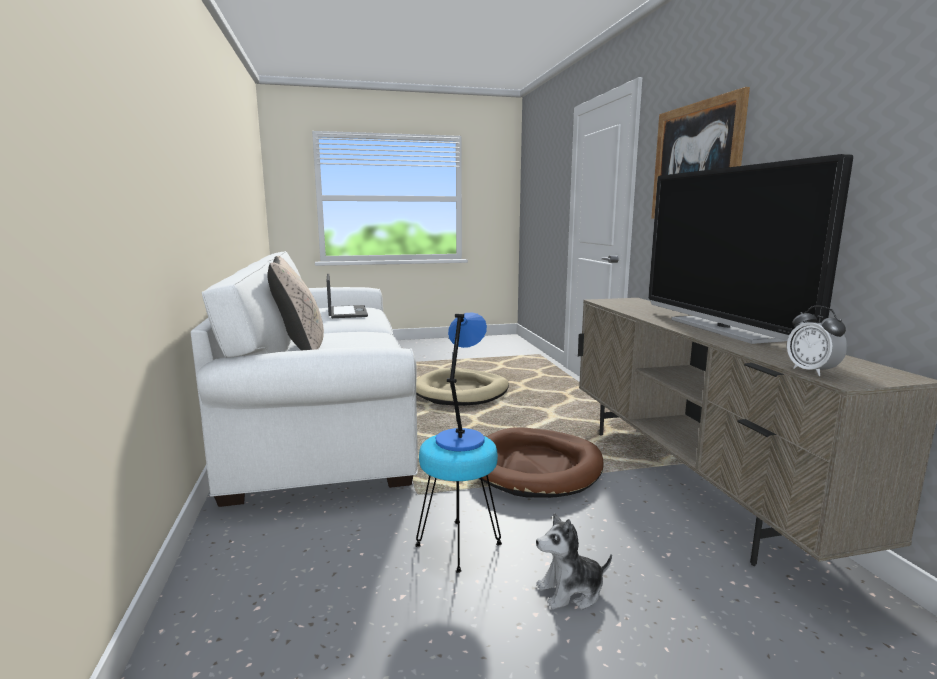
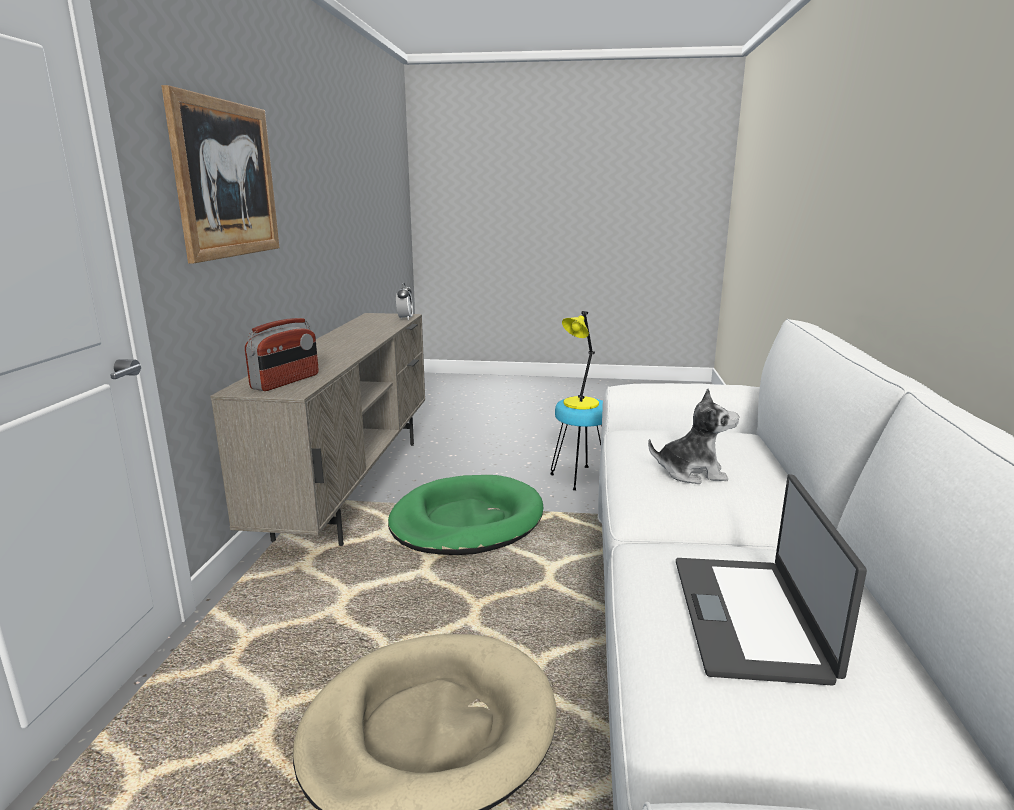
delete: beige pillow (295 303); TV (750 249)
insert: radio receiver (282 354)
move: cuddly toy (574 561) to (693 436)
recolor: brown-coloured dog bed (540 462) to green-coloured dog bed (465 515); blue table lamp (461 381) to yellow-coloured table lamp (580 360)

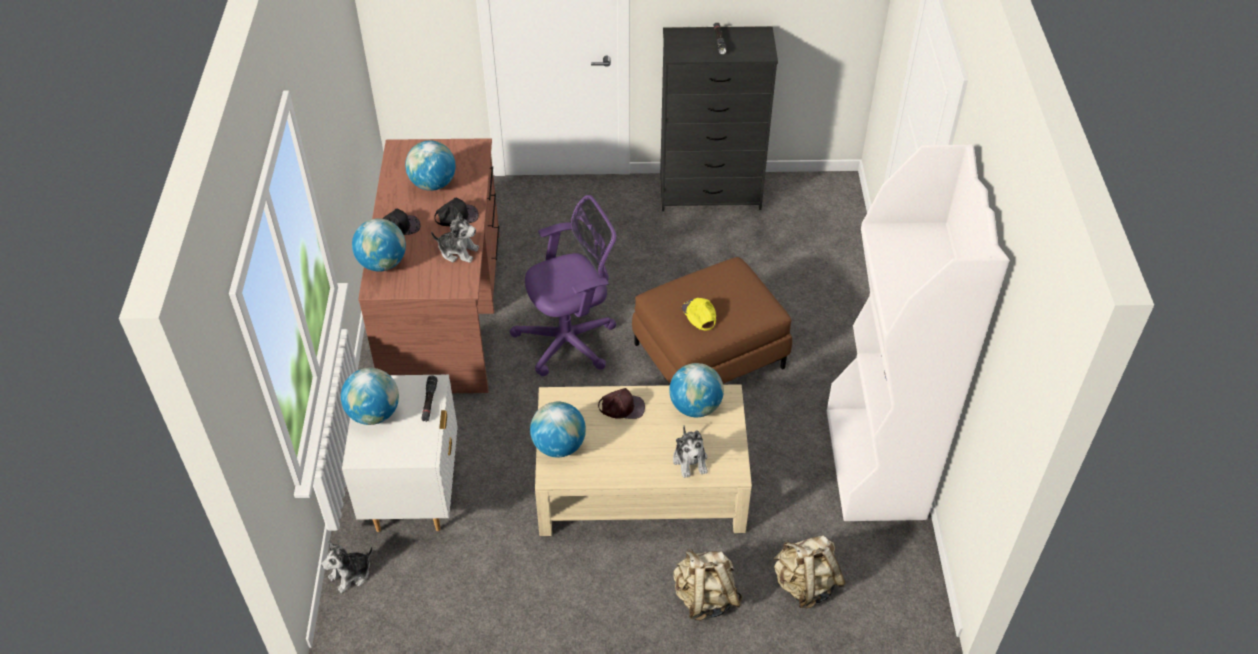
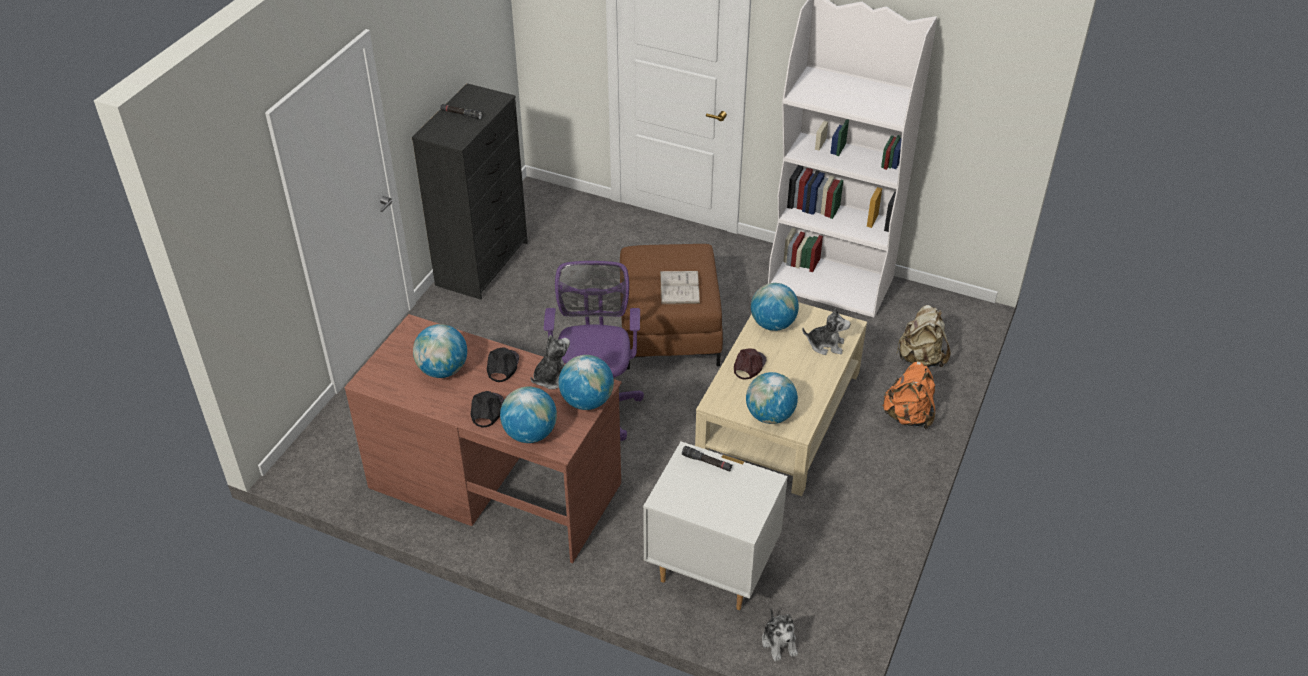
move: globe (370 396) to (586 382)
replace: yellow-coloured peaked cap (699 314) to whitish book (680 287)
recolor: beige backpack (707 585) to orange backpack (908 395)

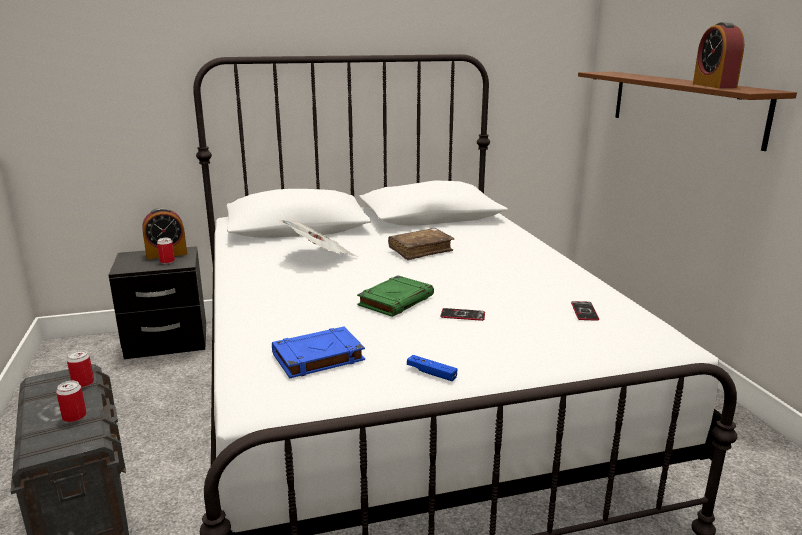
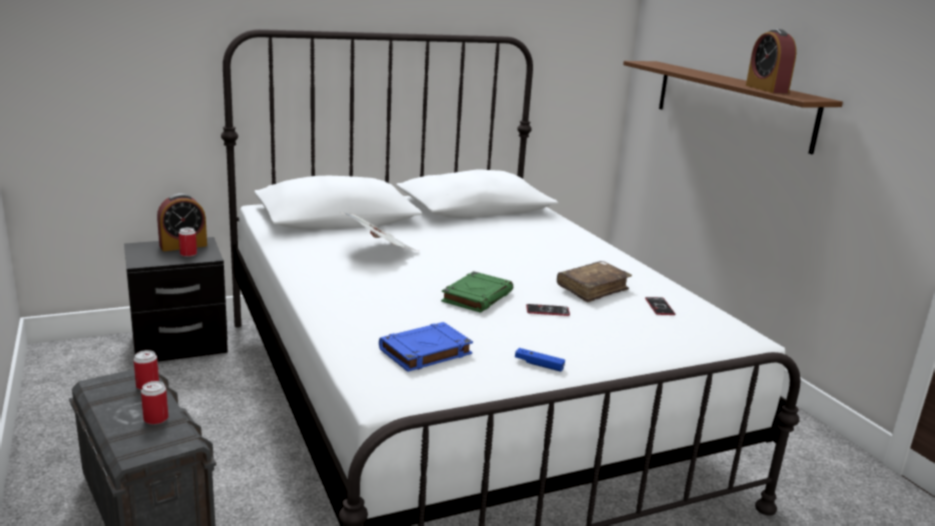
move: brown-coloured book (421 244) to (594 281)

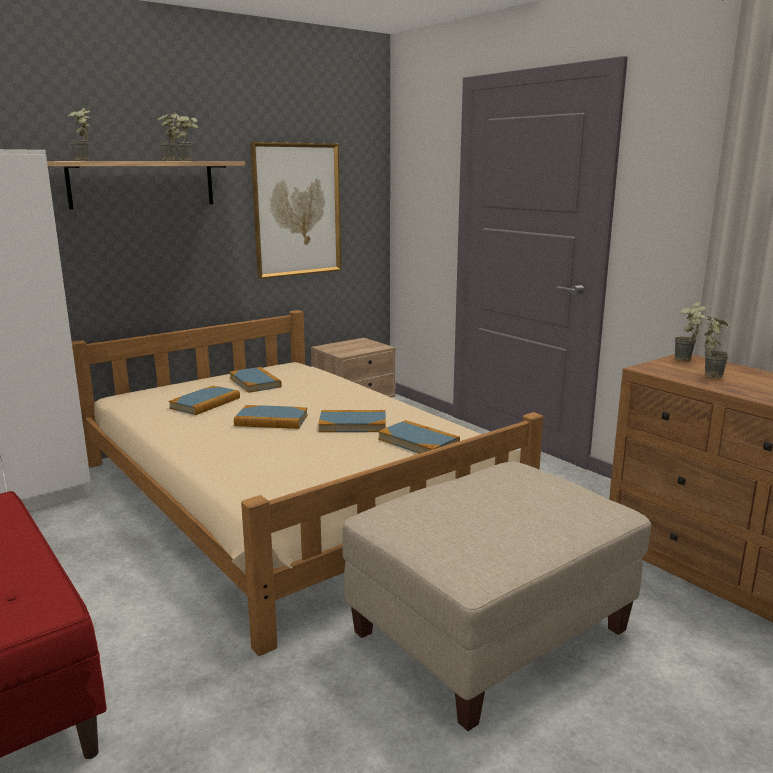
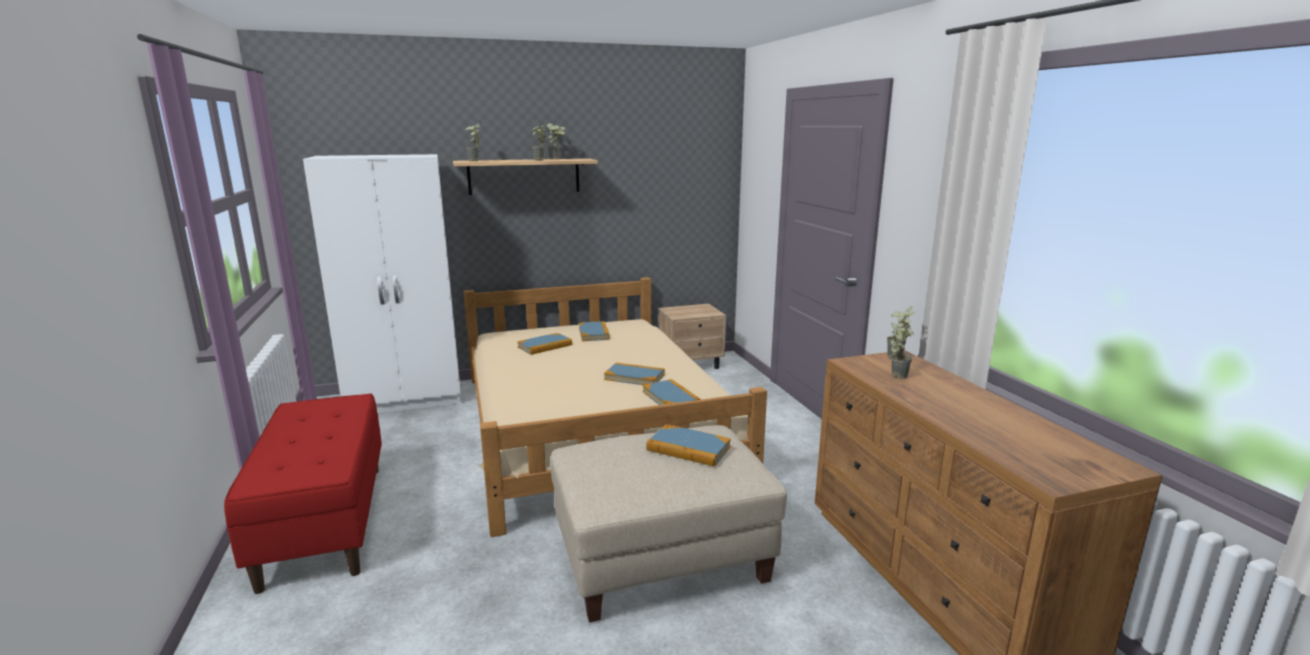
delete: wall art (295 210)
move: book (271 417) to (688 445)

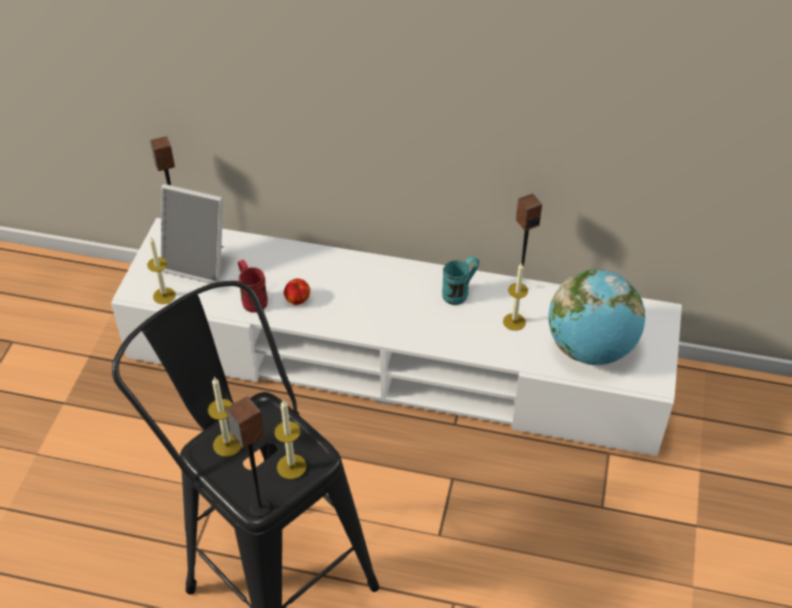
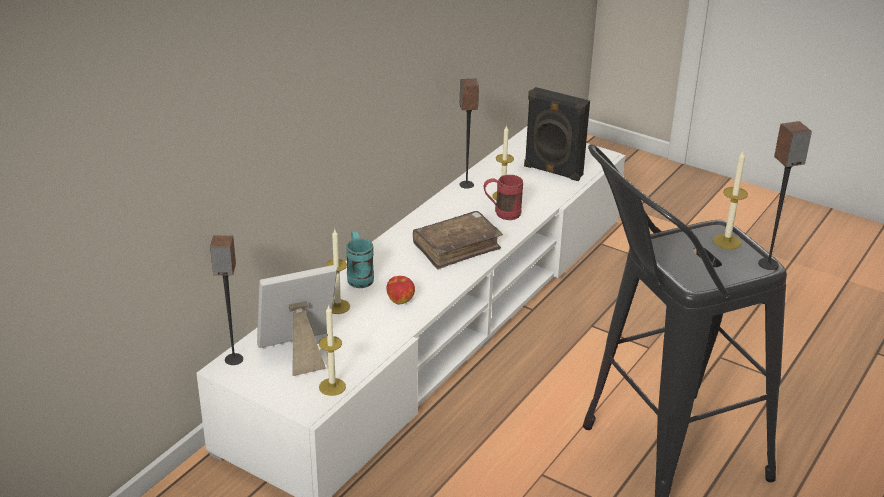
insert: brown-coloured book (458 240)
move: wax light (225 416) to (337 271); turquoise coffee mug (460 280) to (360 259); reddish coffee mug (253 286) to (503 197)
replace: globe (596 317) to blackish audio speaker (557 134)
rotate: picture frame (192 234) = (297 320) 150 degrees counterclockwise

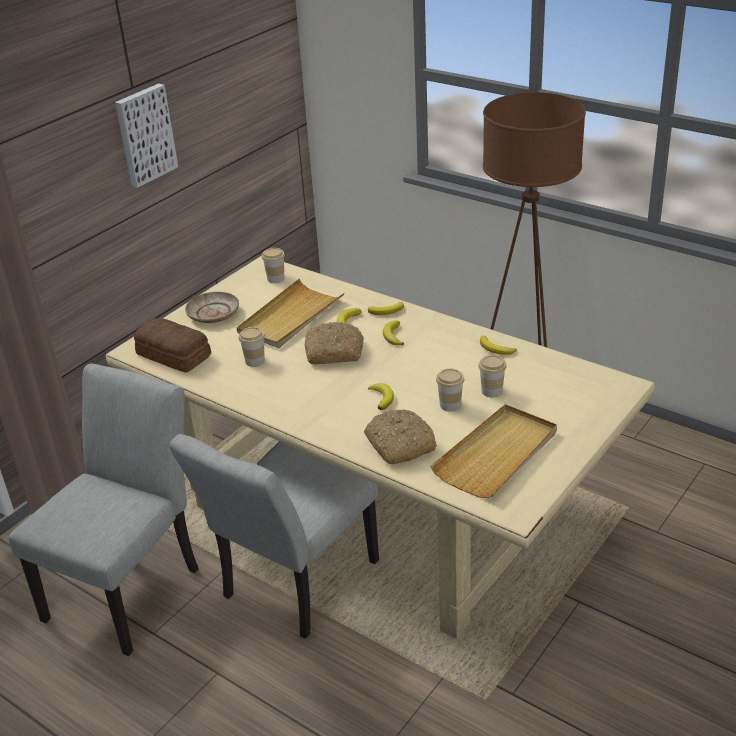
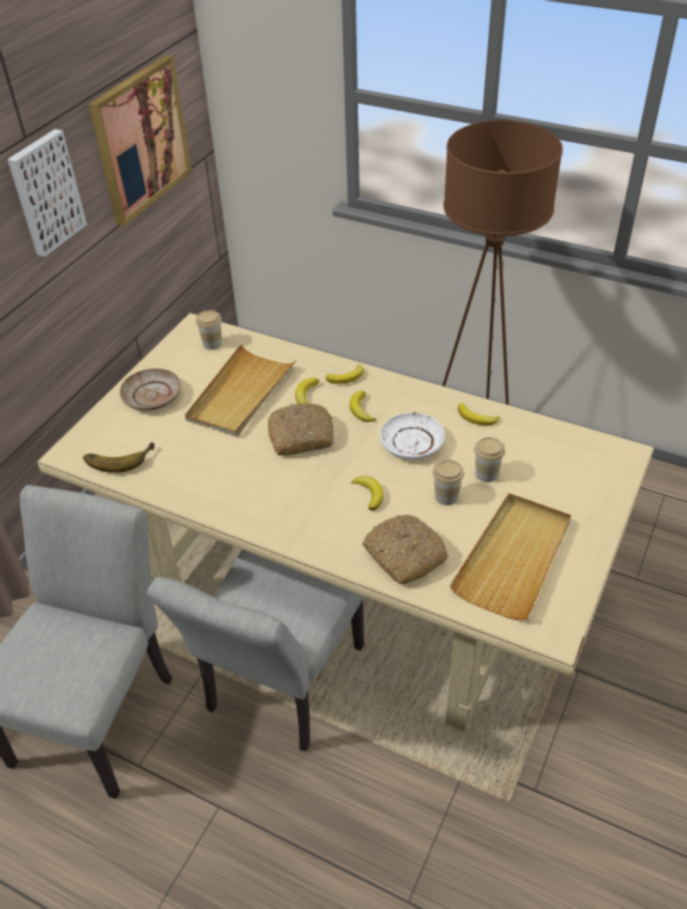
delete: cup (252 347)
insert: wall art (140 140); whitish flat dish (412 435)
replace: bakery bread (172 345) to banana fruit (118 457)

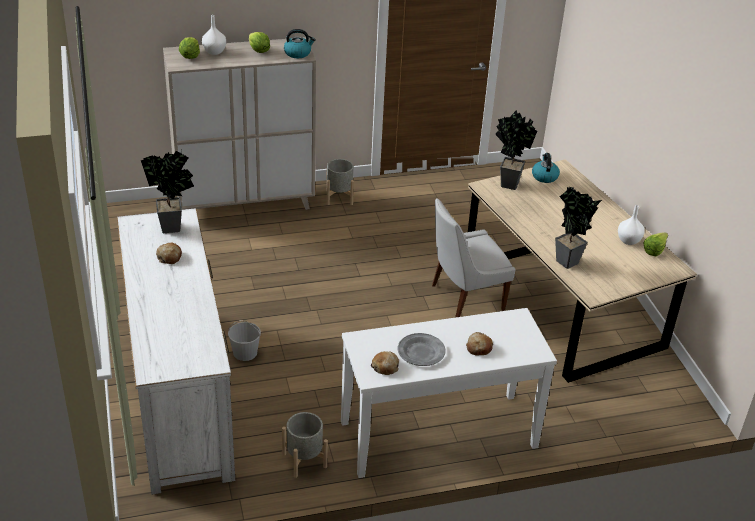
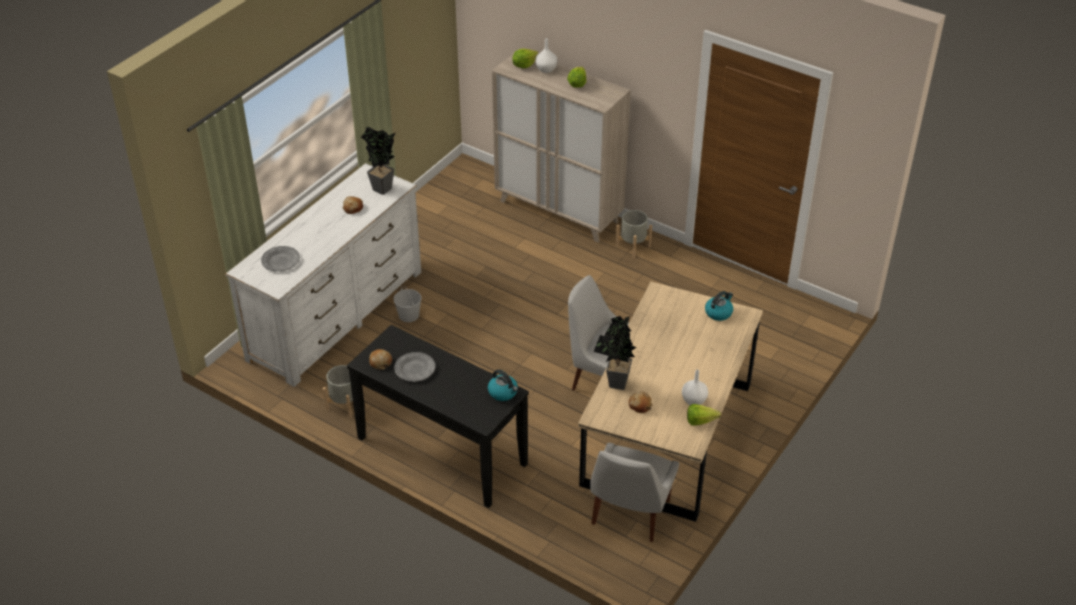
delete: potted plant (516 150)
insert: grey flat dish (280 259); whitish plain chair (634 492)
move: tea kettle (300 43) to (503 385); bakery bread (479 344) to (640 402)
recolor: whitish narrow table (449 393) to blackish narrow table (438 416)

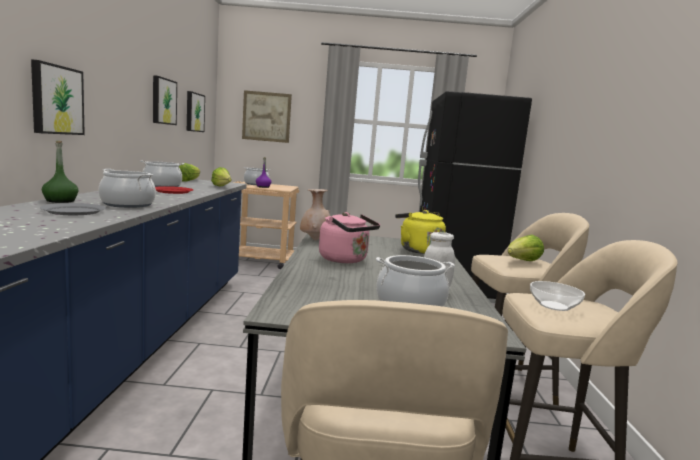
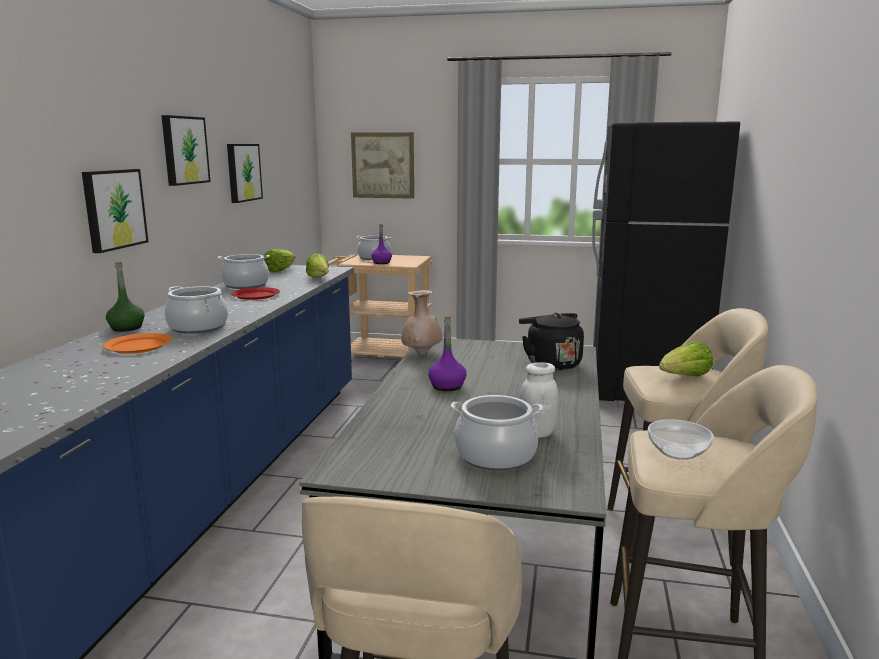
move: wall art (196 111) to (186 150)
replace: pink-coloured tea kettle (349 237) to purple beverage bottle (447 353)
recolor: grey flat dish (73 209) to orange flat dish (137 343); yellow-coloured tea kettle (420 232) to blackish tea kettle (551 341)

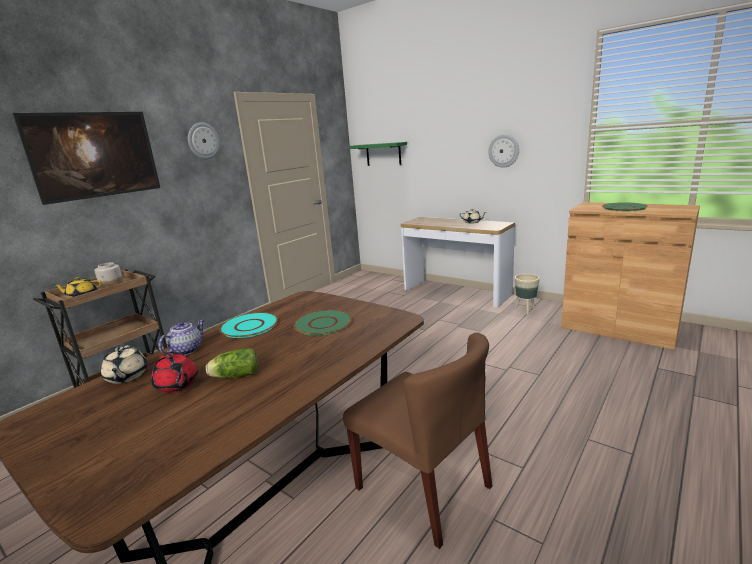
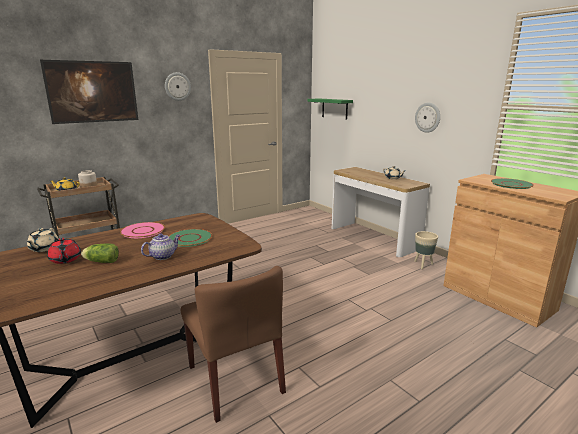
move: tea pot (181 337) to (160 246)
recolor: turquoise flat dish (248 325) to pink-coloured flat dish (142 230)

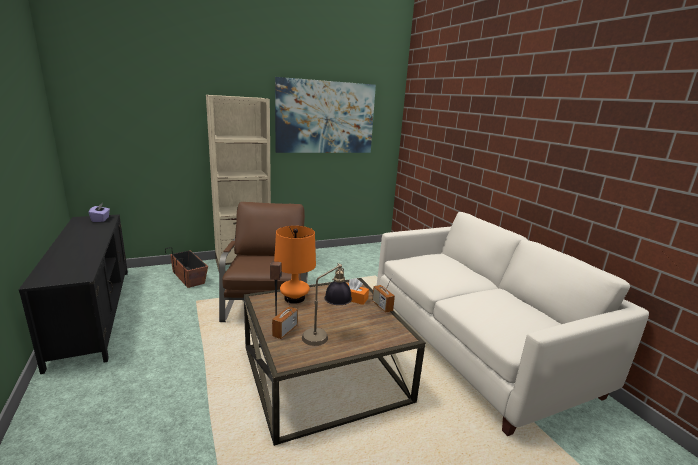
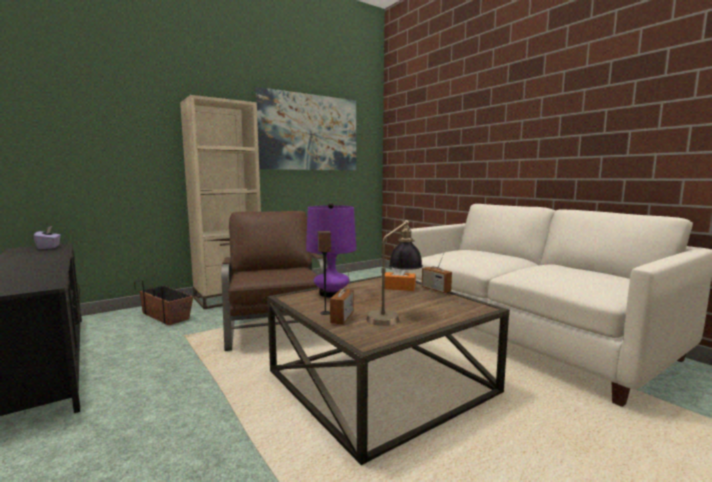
recolor: orange table lamp (295 265) to purple table lamp (331 250)

